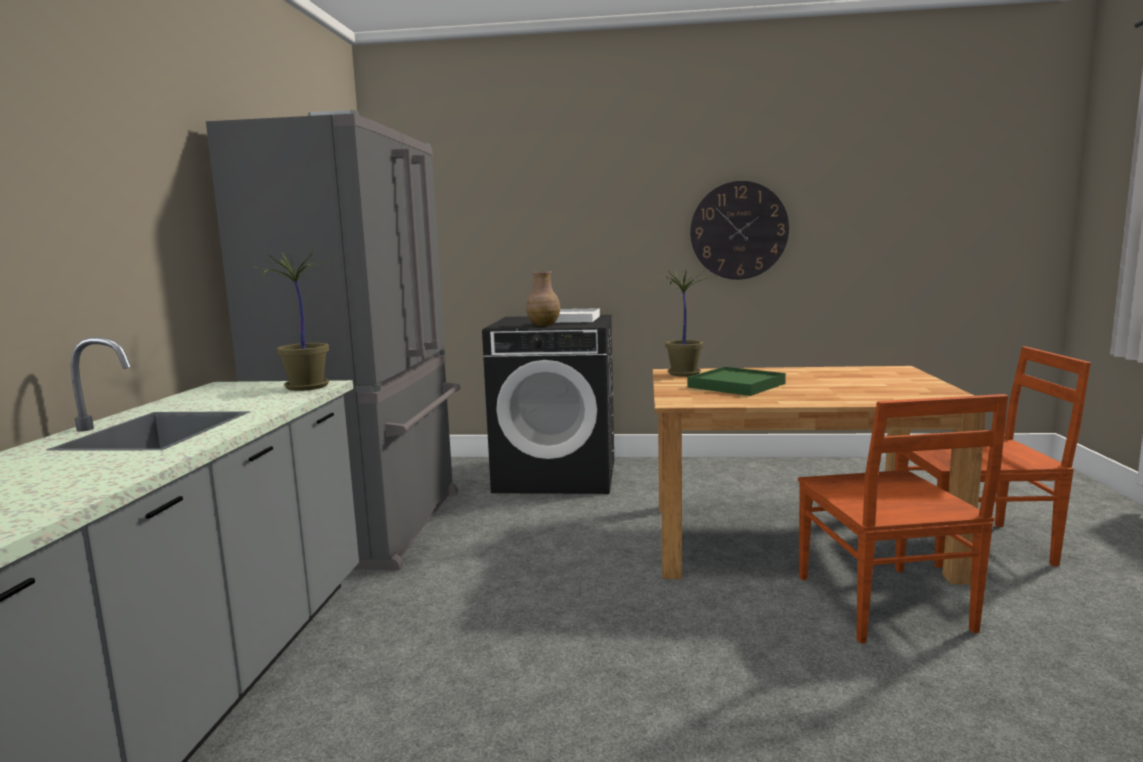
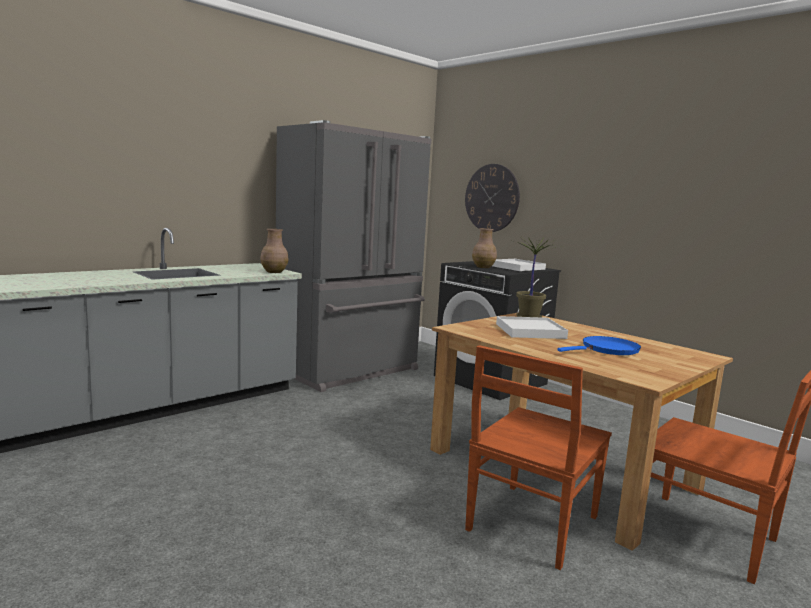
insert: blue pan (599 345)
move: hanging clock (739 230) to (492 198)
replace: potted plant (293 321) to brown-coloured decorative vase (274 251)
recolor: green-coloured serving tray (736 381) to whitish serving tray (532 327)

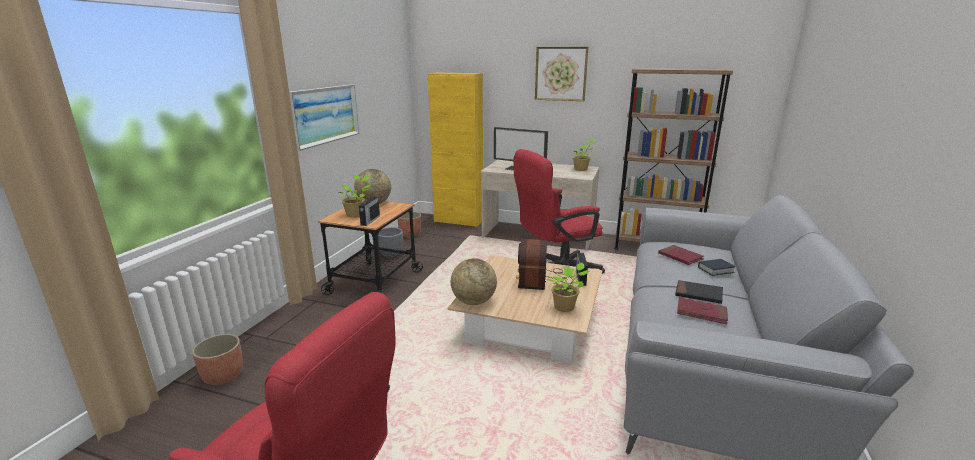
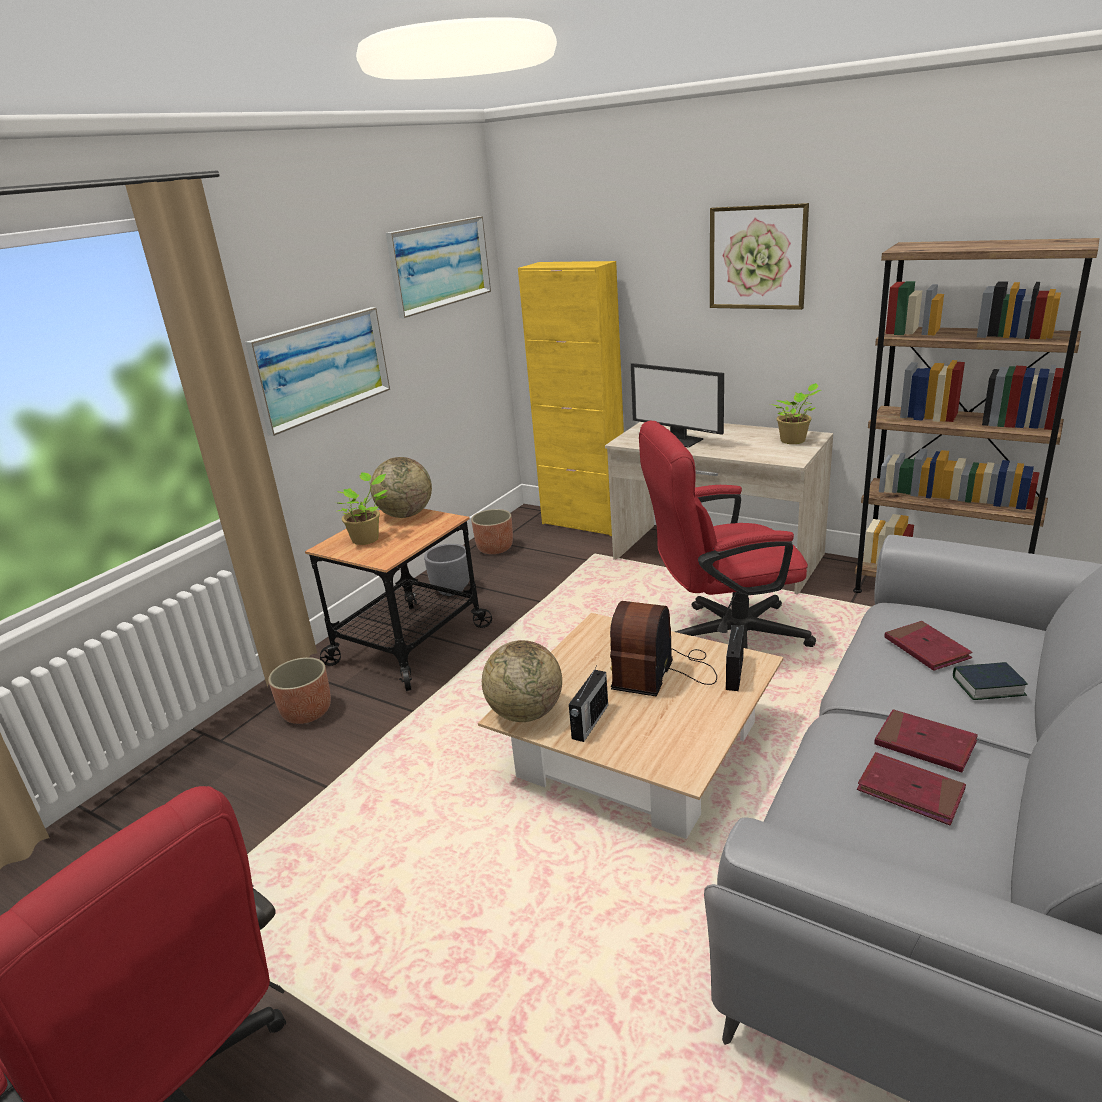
delete: potted plant (568 287)
insert: wall art (438 267)
move: plant pot (217 359) to (299 690); radio receiver (369 211) to (588 703)
recolor: blackish book (699 292) to reddish book (926 740)

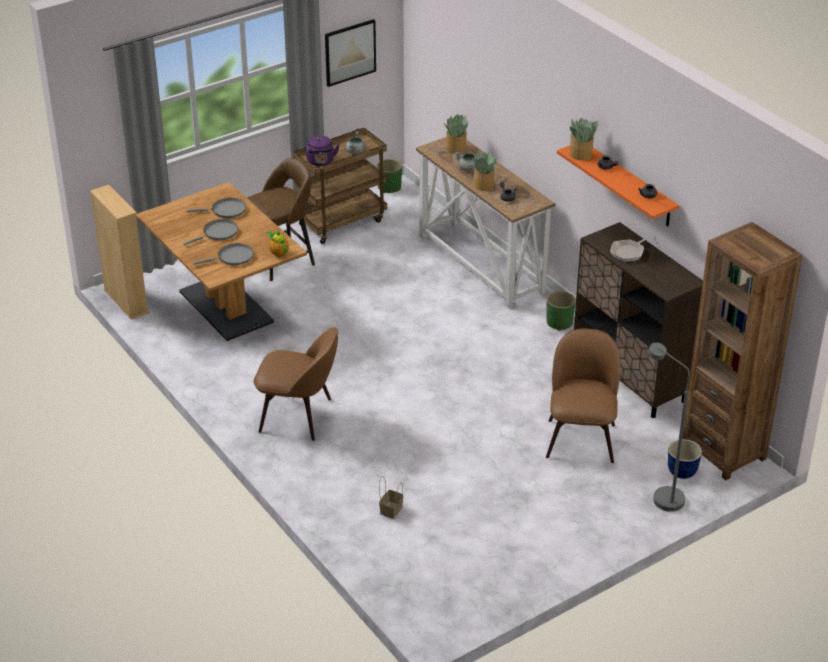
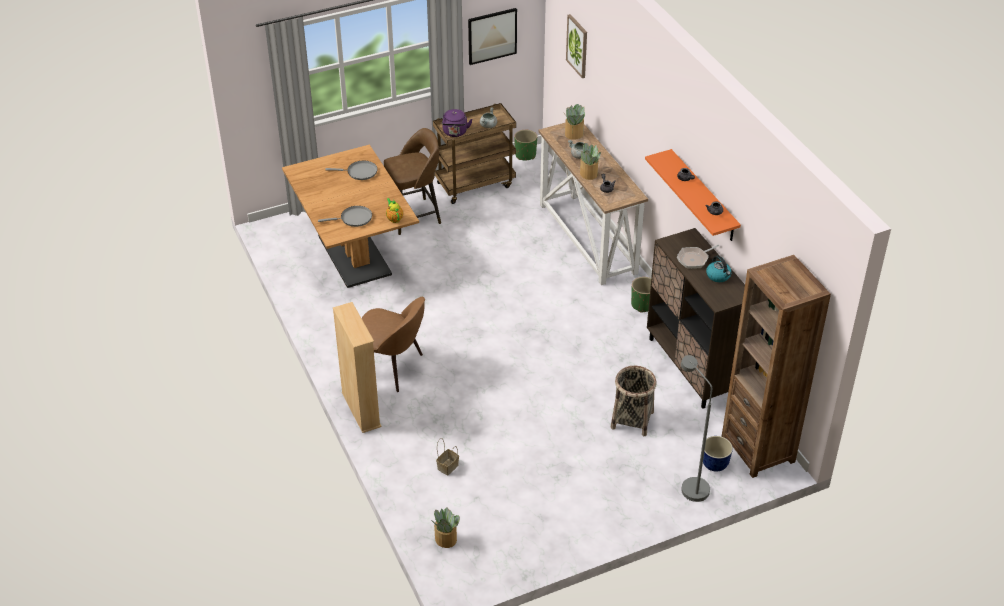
delete: grey pan (210 232)
insert: wall art (576 46); tea kettle (719 268)
move: beige bookcase (119 252) to (357 367); potted plant (584 139) to (445 527)
replace: brown-coloured plain chair (583 396) to household basket (634 401)

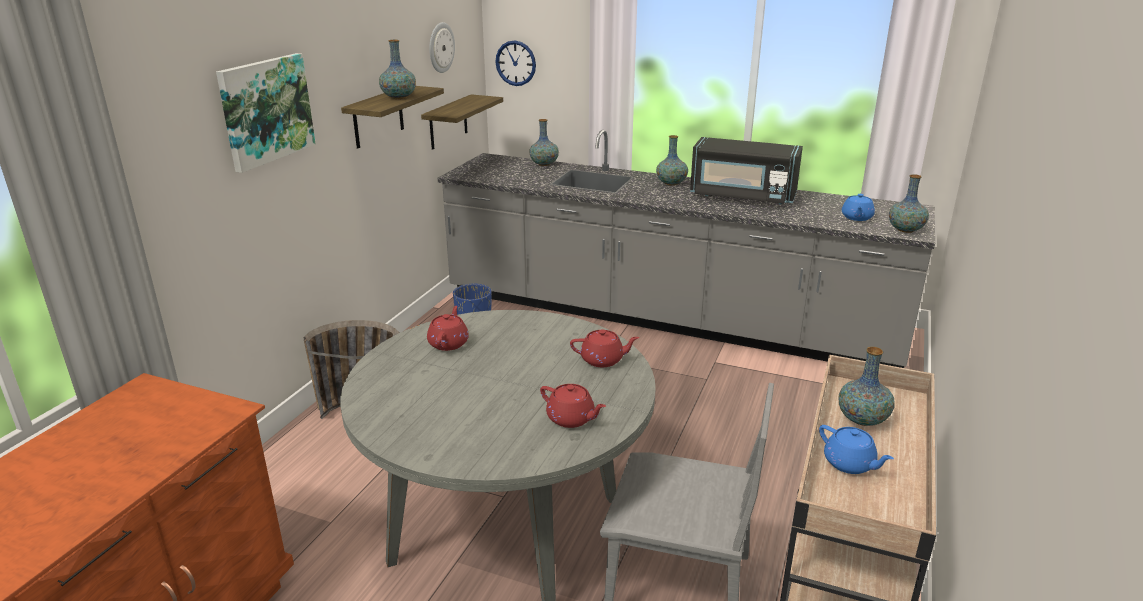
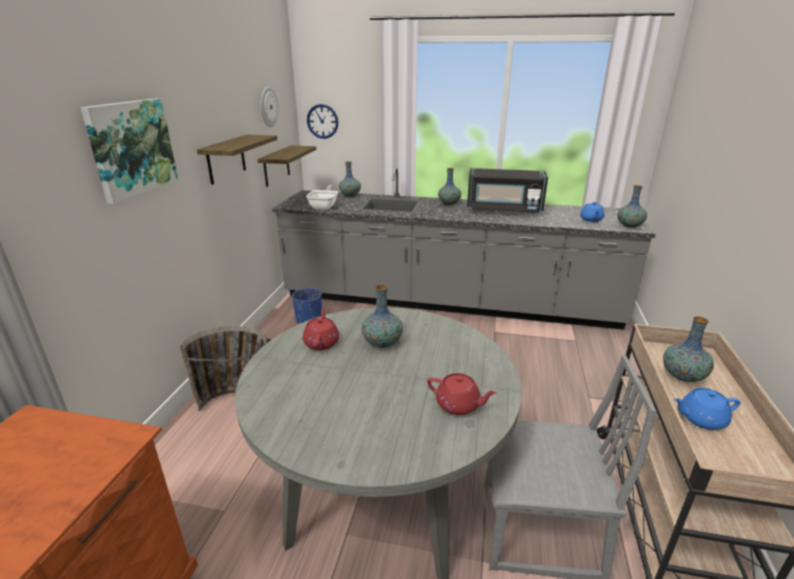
delete: reddish tea pot (605 348)
insert: pan (322 197)
move: decorative vase (397 69) to (382 316)
rotate: blue tea pot (856 449) = (707 409) 135 degrees clockwise

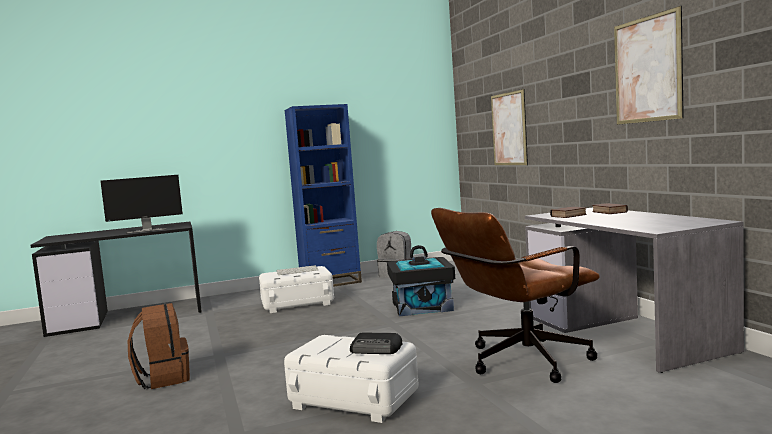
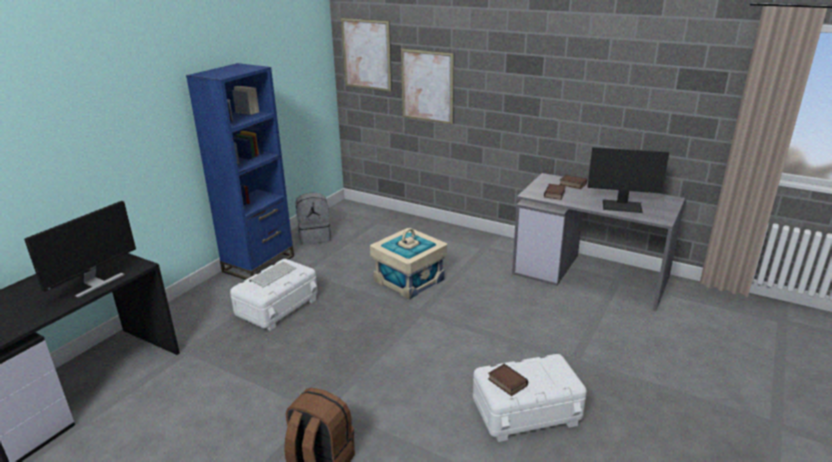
delete: radio receiver (376 343); brown-coloured desk chair (515 295)
insert: book (508 380); monitor (628 180)
move: wall art (649 65) to (366 55)
recolor: blackish storage bin (421 280) to beige storage bin (408 264)

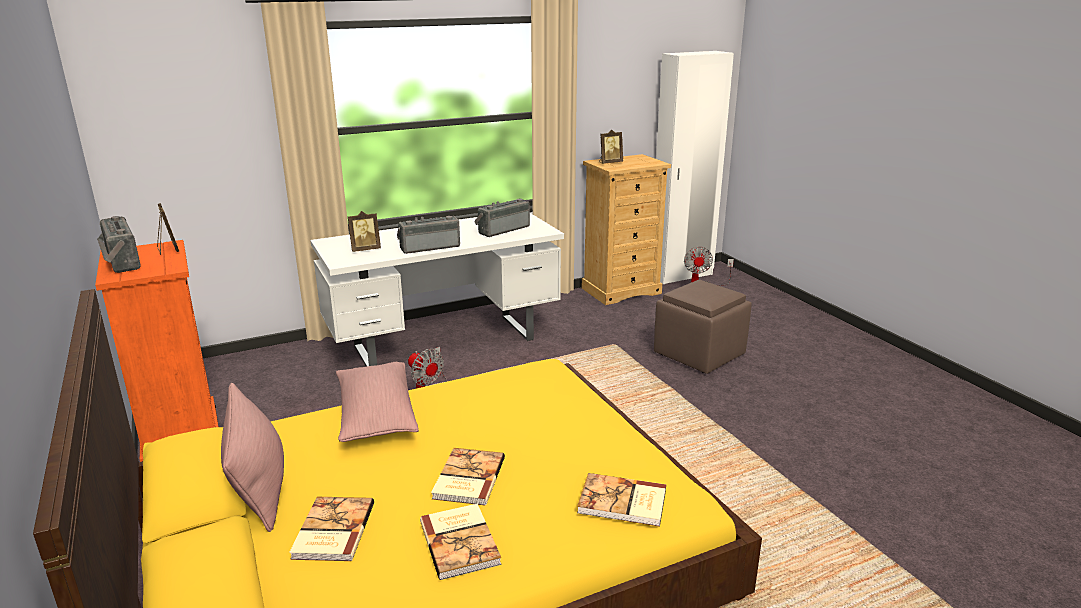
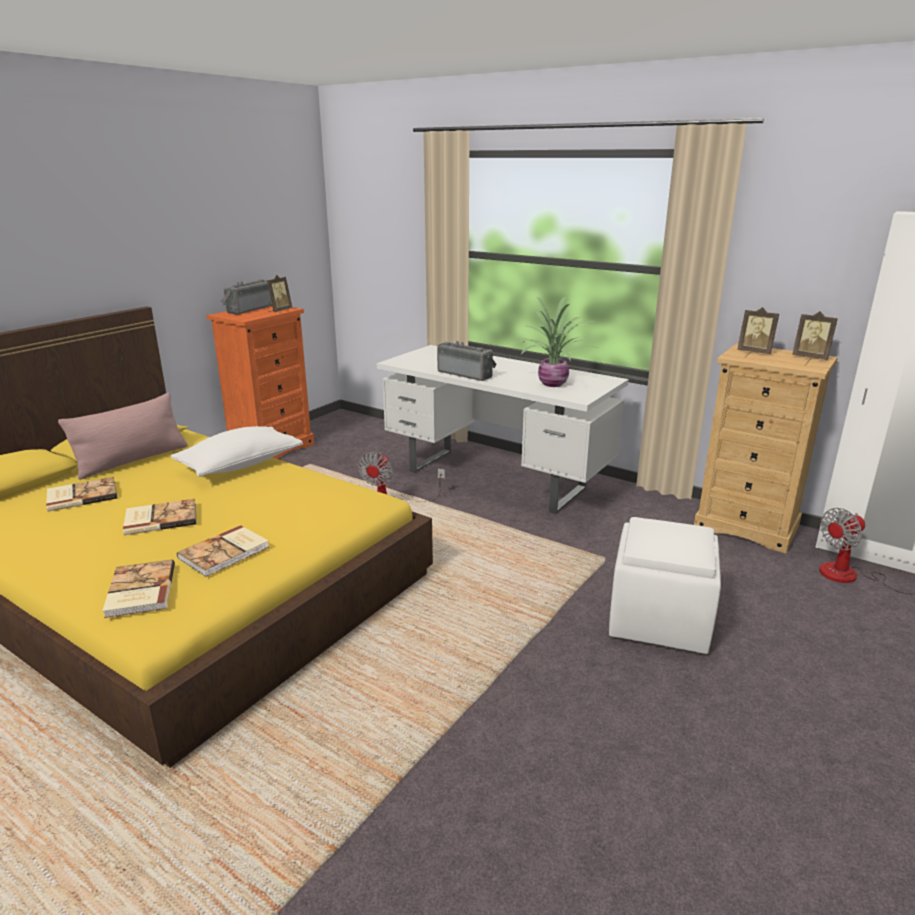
move: book (461 542) to (223 551); picture frame (364 231) to (815 335)
replace: radio receiver (502 218) to potted plant (554 342)
recolor: pink-coloured pillow (377 402) to whitish pillow (237 451); brown-coloured pouffe (703 327) to whitish pouffe (665 585)

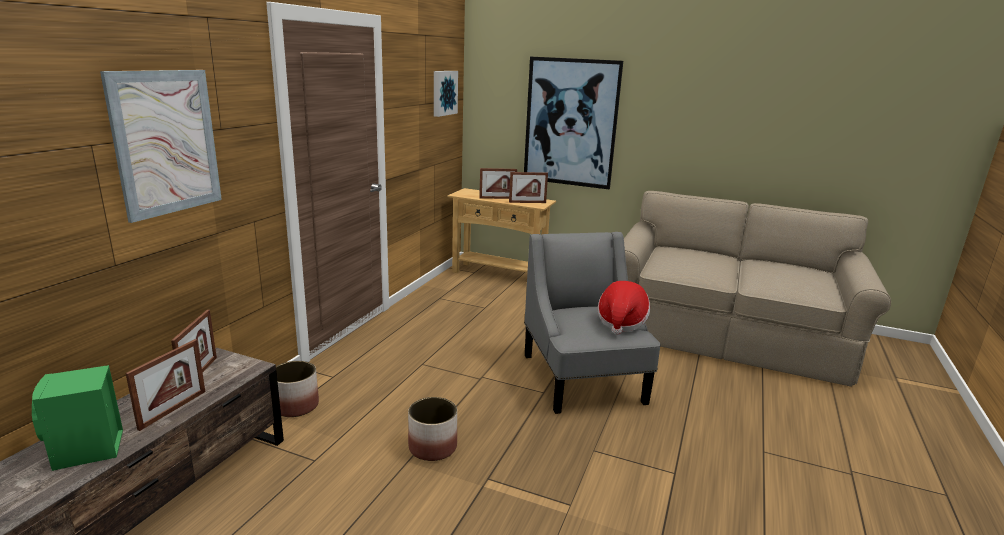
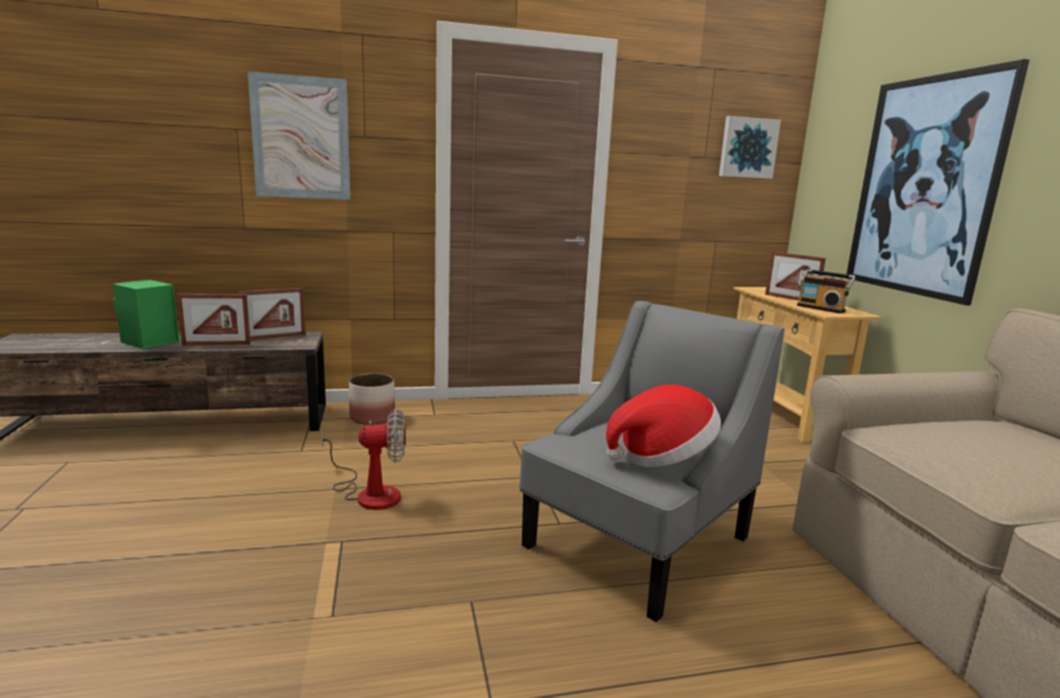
replace: plant pot (432 429) to cooling fan (363 459); picture frame (528 187) to radio receiver (826 291)

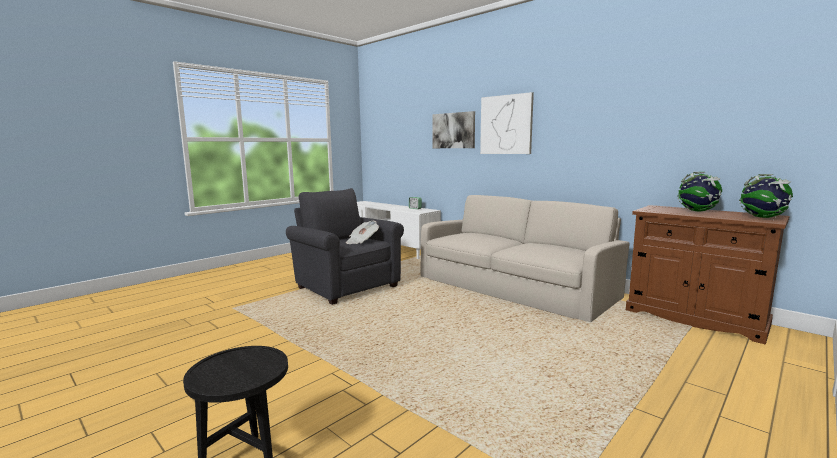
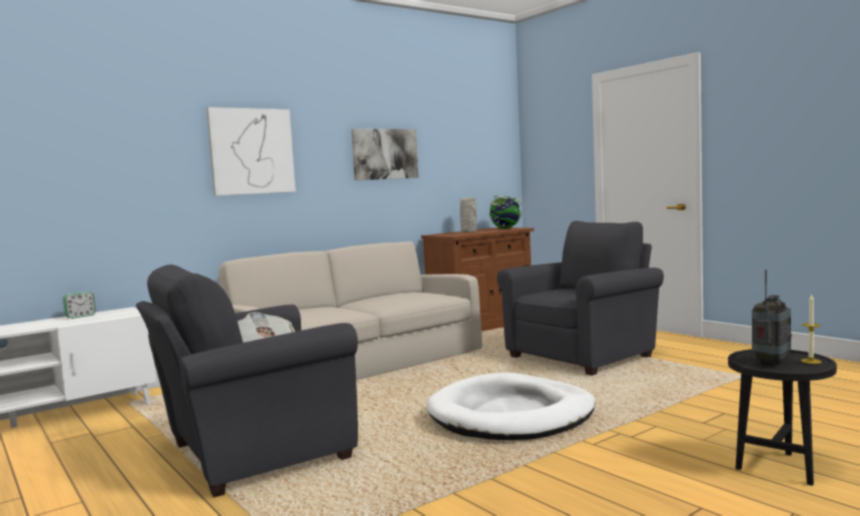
insert: whitish dog bed (511 406); grey lounge chair (580 298); radio receiver (772 317); wax light (811 329)
move: wall art (453 129) to (385 154)
replace: globe (699 191) to grey decorative vase (468 215)

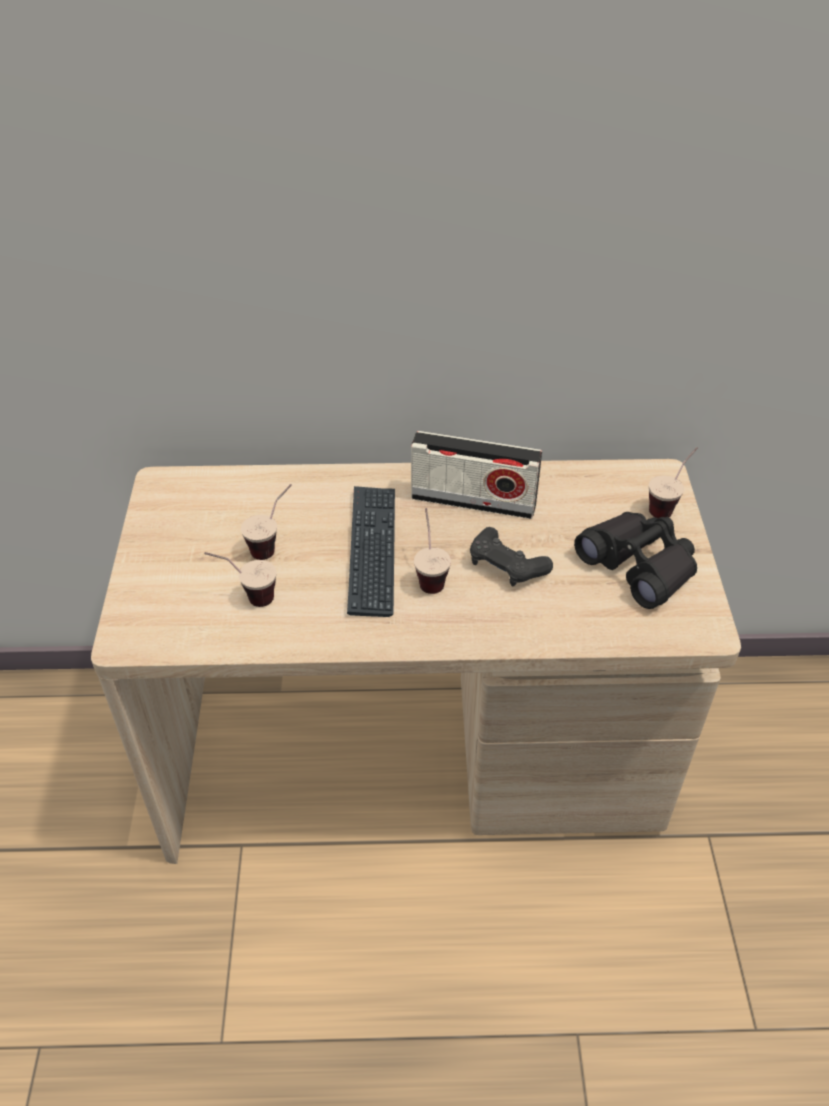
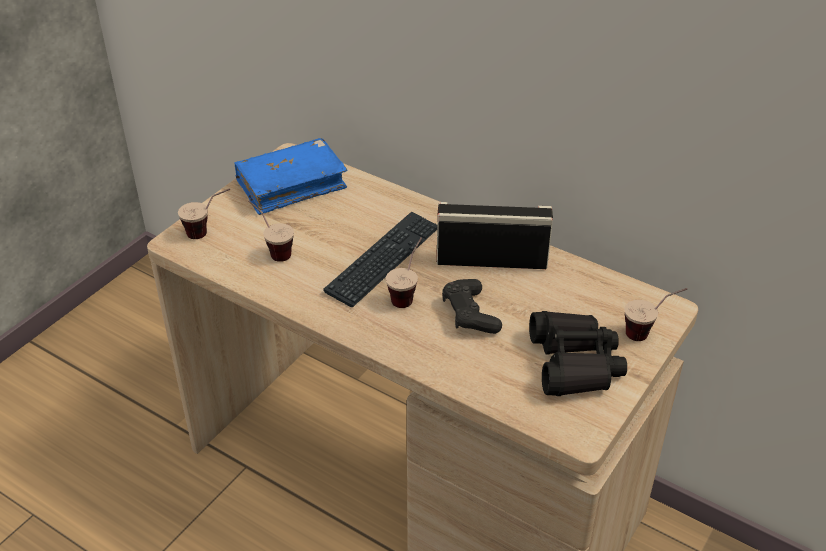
insert: blue book (291 176)
move: cup (266 522) to (204 213)
rotate: radio receiver (476 475) = (495 235) 135 degrees clockwise

